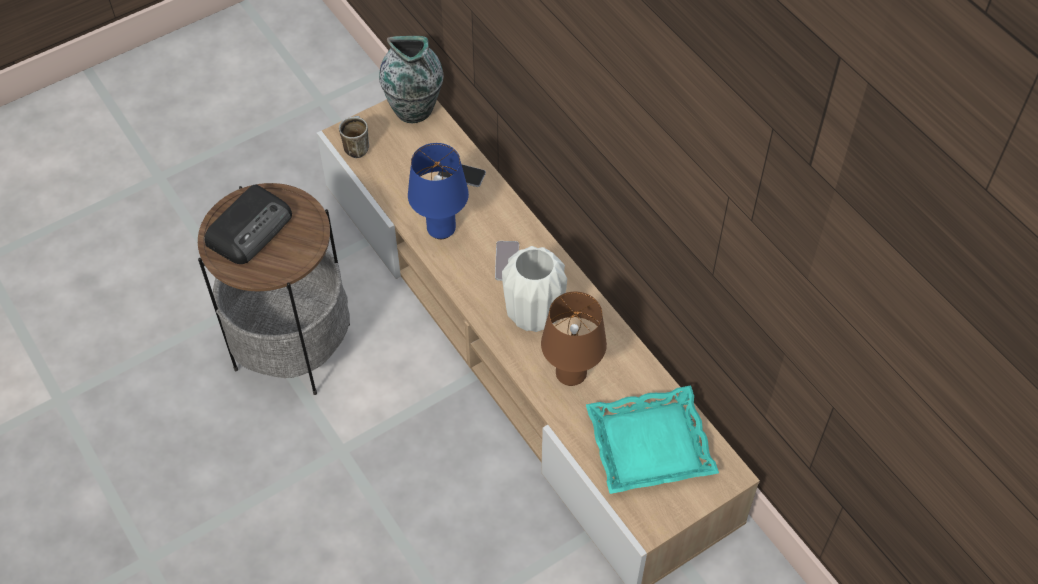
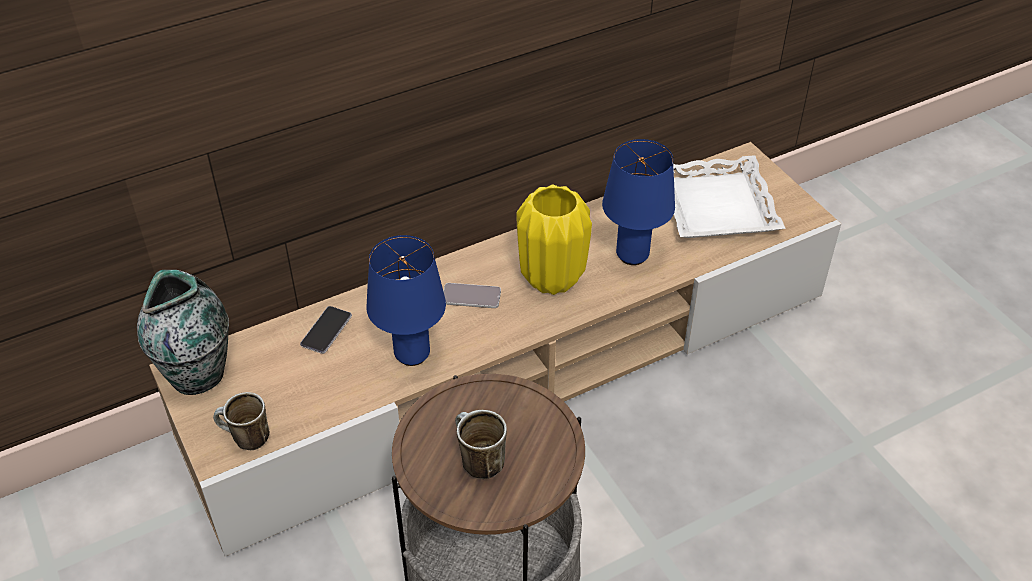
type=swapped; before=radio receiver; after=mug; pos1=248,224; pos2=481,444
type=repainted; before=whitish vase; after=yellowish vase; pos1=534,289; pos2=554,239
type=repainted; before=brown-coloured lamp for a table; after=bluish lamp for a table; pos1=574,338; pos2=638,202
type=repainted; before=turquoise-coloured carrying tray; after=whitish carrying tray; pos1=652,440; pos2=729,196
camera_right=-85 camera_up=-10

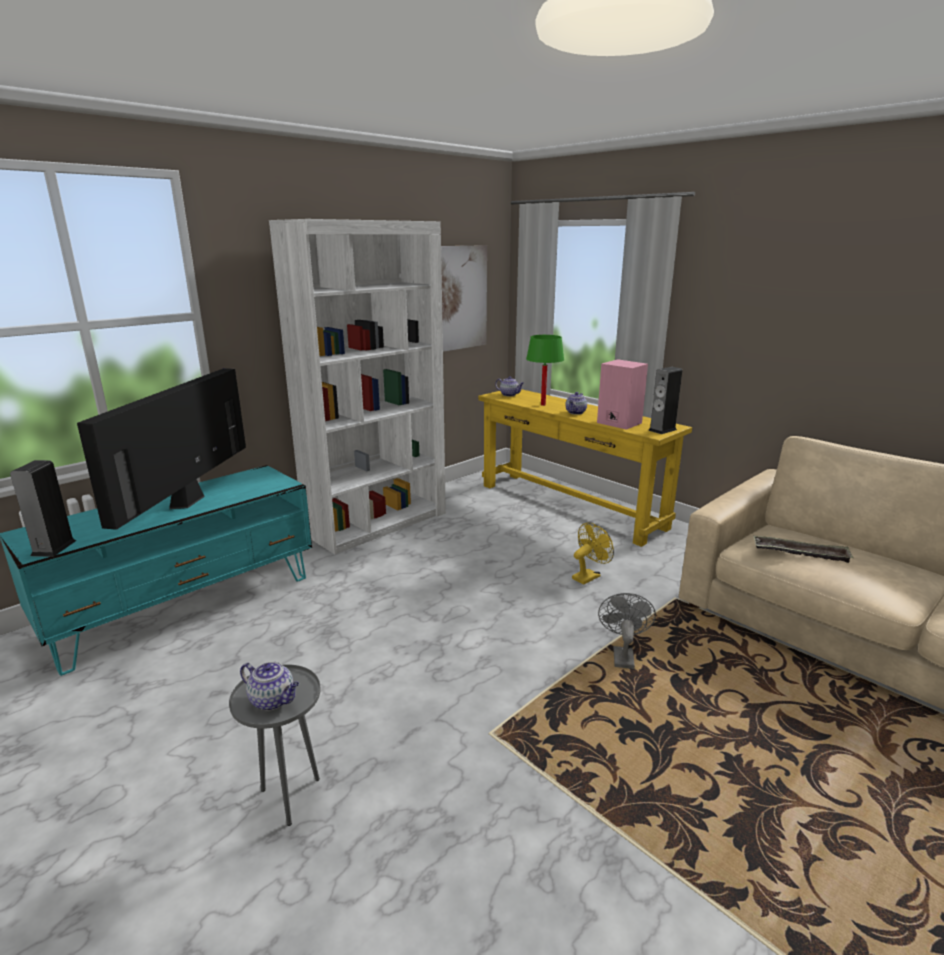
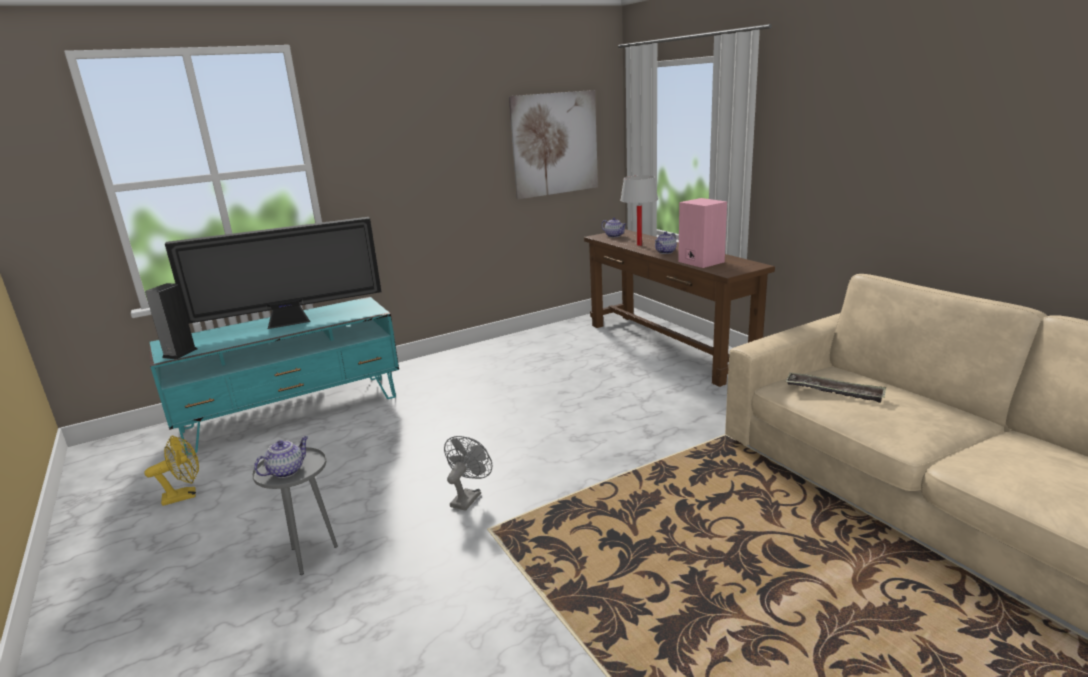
type=rotated; before=TV; pos1=161,449; pos2=273,273; turn=-135
type=rotated; before=pot for tea; pos1=269,686; pos2=281,457; turn=-90
type=gone; before=whitish shelving unit; pos1=357,386
type=repainted; before=yellowish console table; after=brown-coloured console table; pos1=585,468; pos2=679,308
type=repainted; before=green lamp for a table; after=whitish lamp for a table; pos1=545,370; pos2=639,210
type=shifted; before=yellowish electric fan; pos1=593,553; pos2=171,471
type=shifted; before=greyish electric fan; pos1=627,631; pos2=468,473
type=gone; before=loudspeaker; pos1=665,400
camera_right=15 camera_up=0

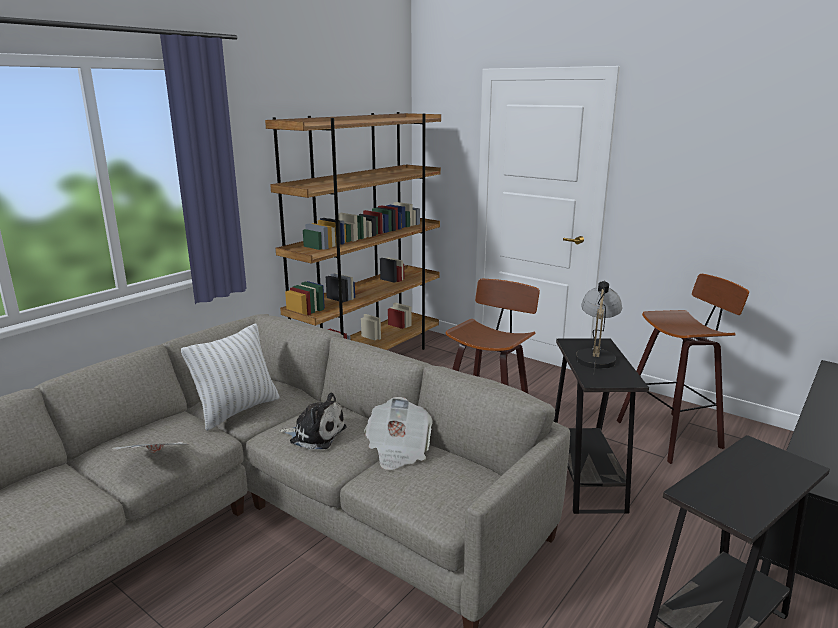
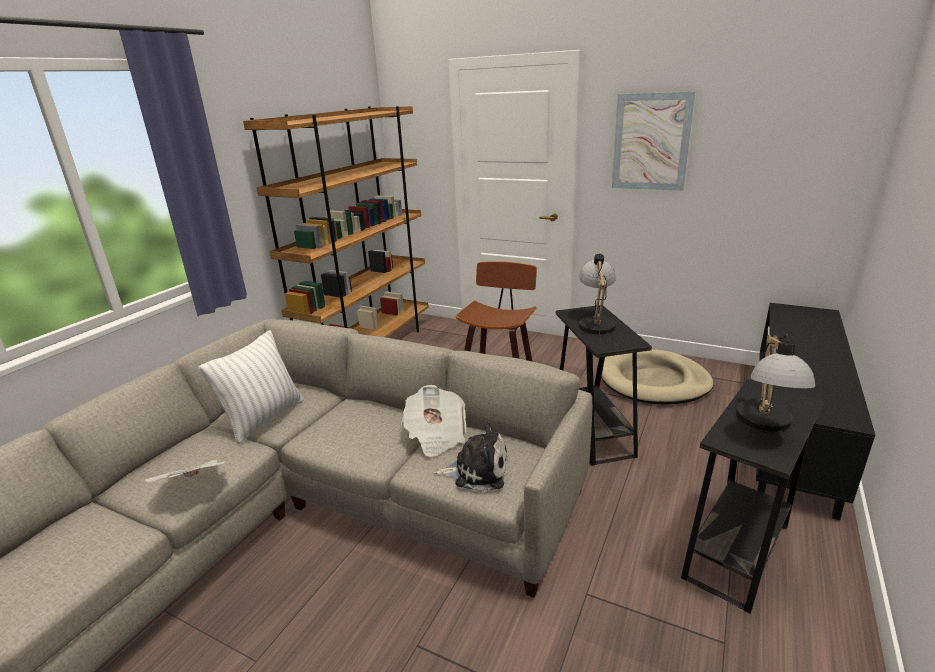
type=shifted; before=cuddly toy; pos1=312,421; pos2=470,456
type=swapped; before=stool seat; after=sand-coloured pet bed; pos1=683,369; pos2=657,376
type=new; after=wall art; pos2=653,141
type=new; after=lamp for a table; pos2=775,383
camera_right=-10 camera_up=5

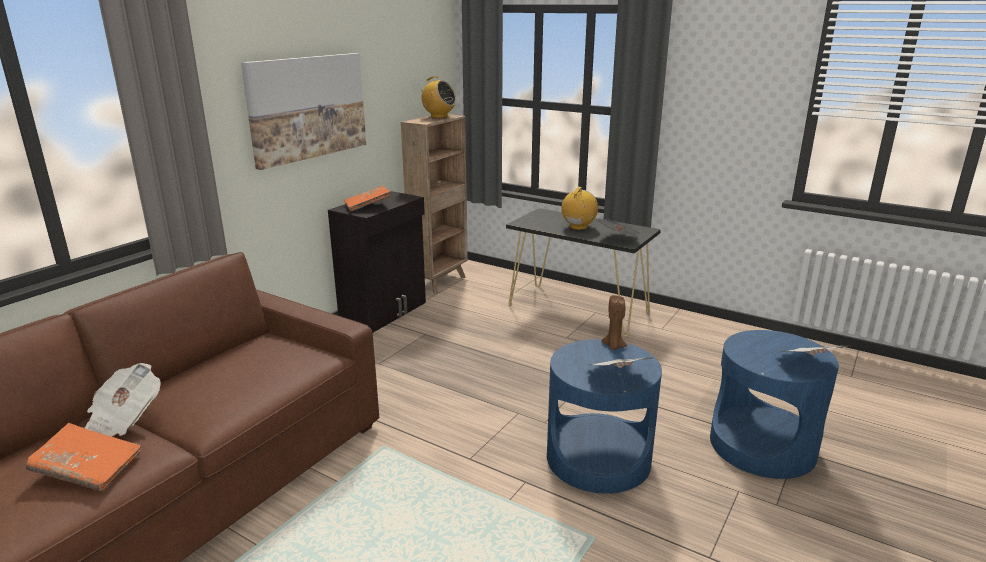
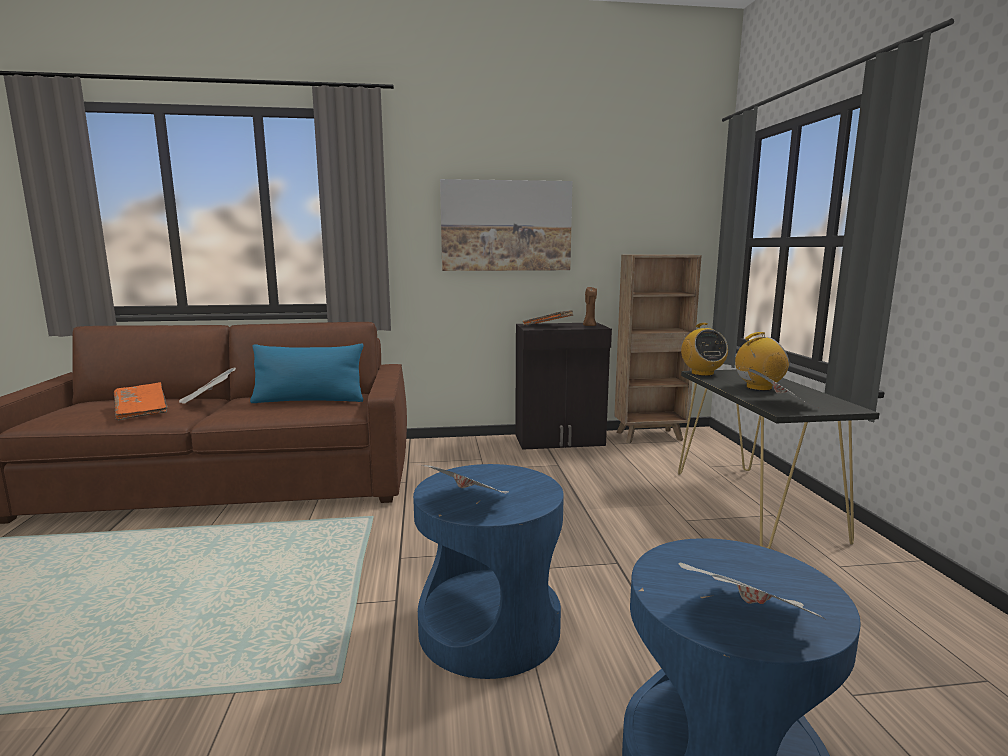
type=shifted; before=radio receiver; pos1=437,97; pos2=704,349
type=shifted; before=brown-coloured wax candle; pos1=614,322; pos2=590,306
type=new; after=bluish cushion; pos2=306,373
camera_right=50 camera_up=-10

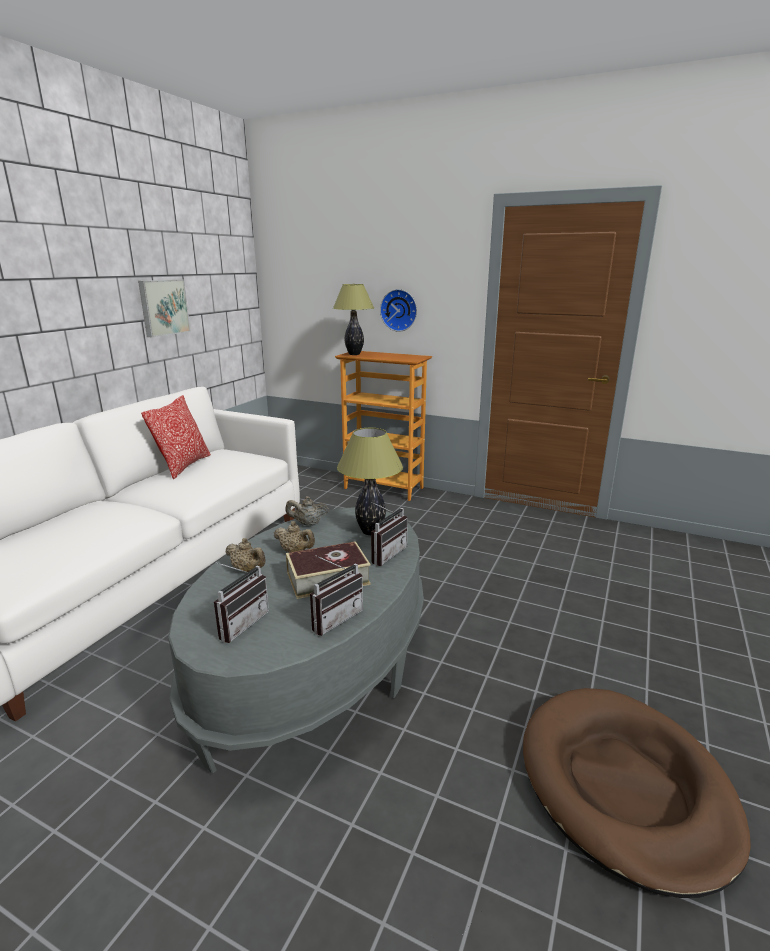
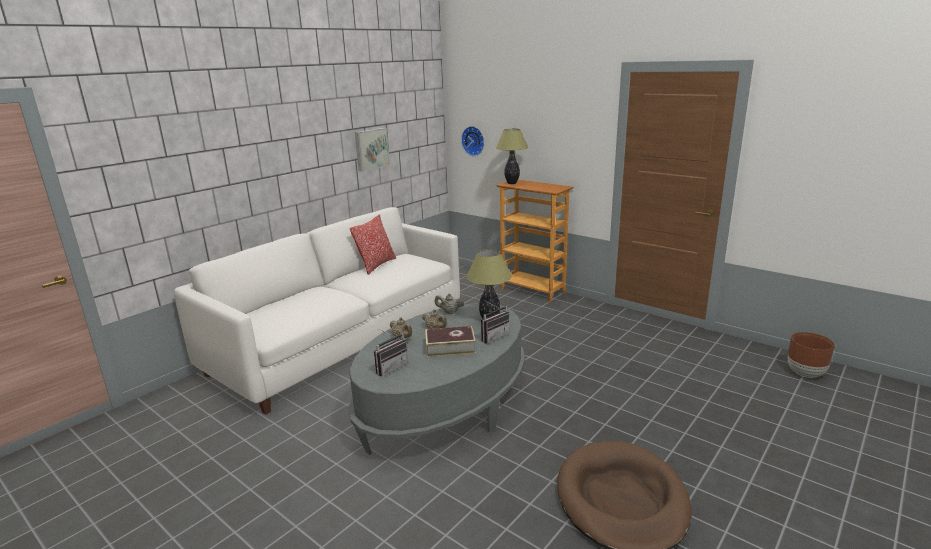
type=gone; before=radio receiver; pos1=336,596
type=shifted; before=wall clock; pos1=398,310; pos2=472,141
type=new; after=brown-coloured flower pot; pos2=811,355
camera_right=15 camera_up=0

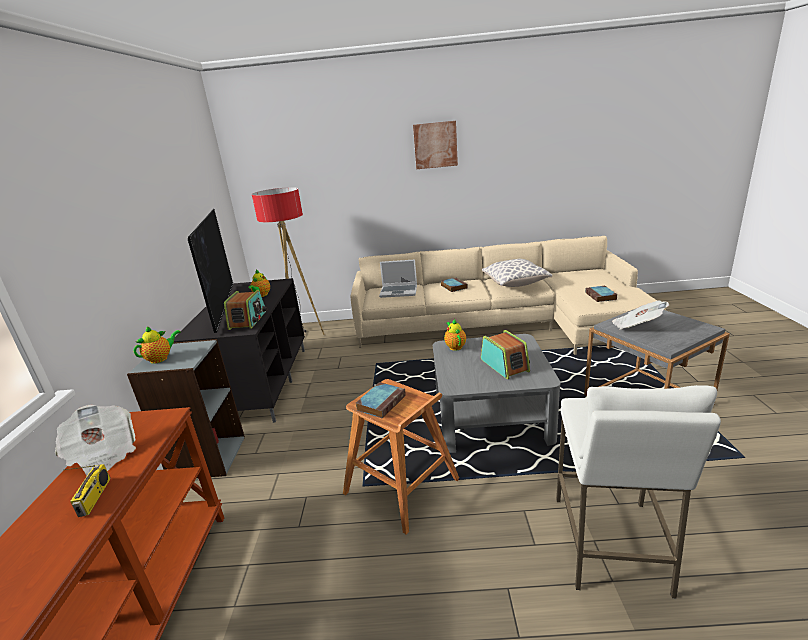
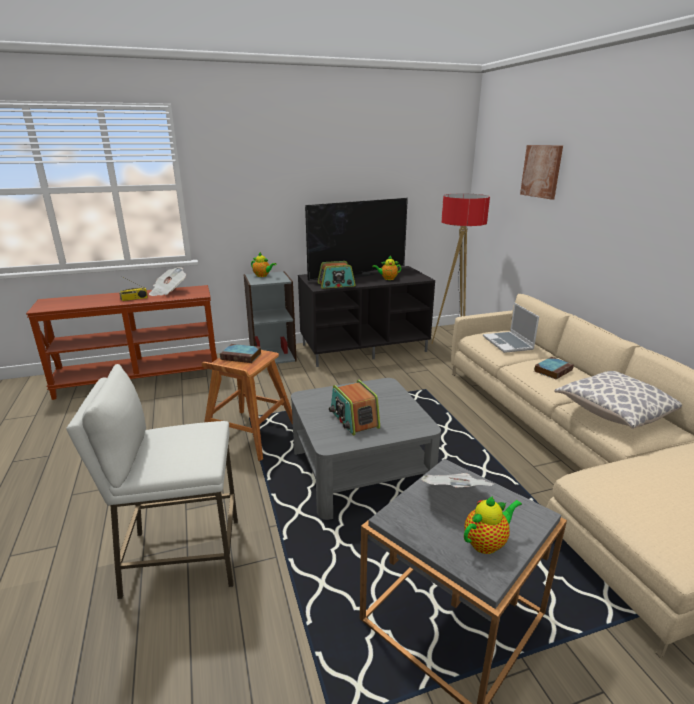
type=shifted; before=wall art; pos1=435,145; pos2=541,172
type=shifted; before=pot for tea; pos1=455,335; pos2=493,525
type=rotated; before=radio receiver; pos1=505,354; pos2=354,408; turn=105
type=gone; before=bound book; pos1=601,294
camera_right=70 camera_up=0

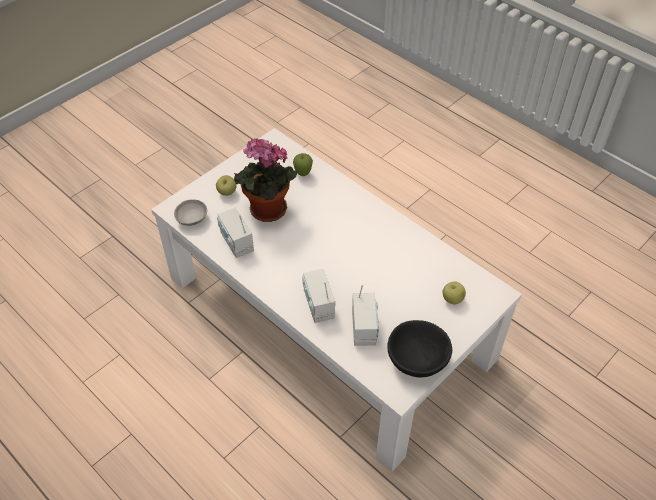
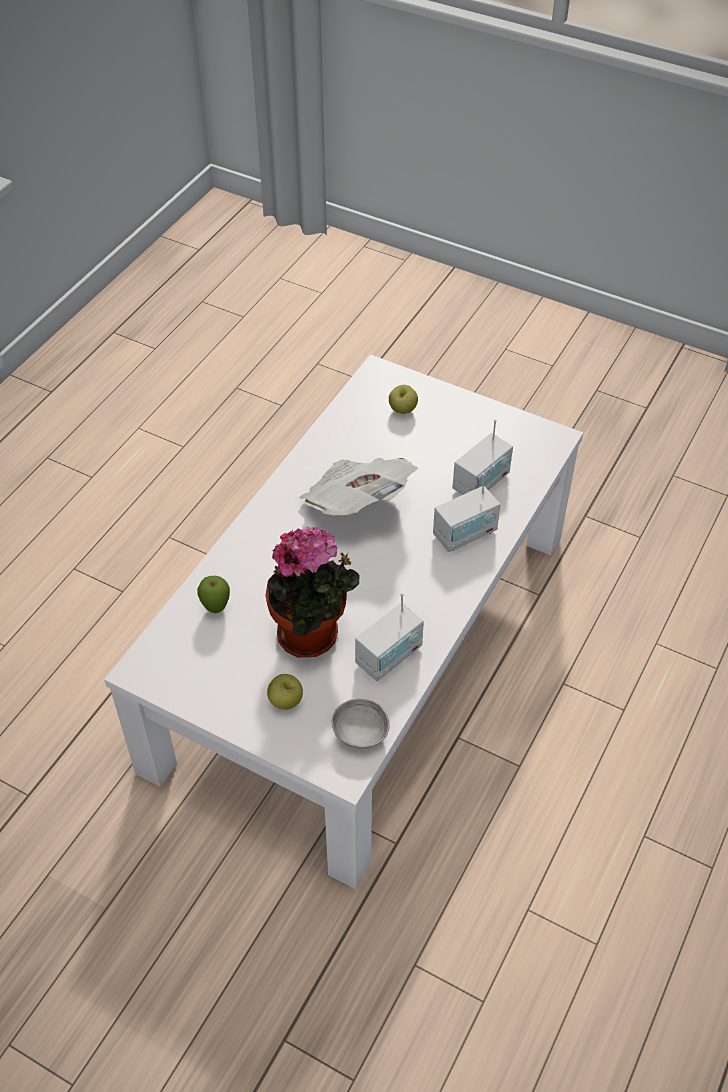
type=rotated; before=radio receiver; pos1=365,315; pos2=482,457; turn=150
type=gone; before=black-coloured deep dish; pos1=419,348
type=new; after=daily paper; pos2=358,486
camera_right=-105 camera_up=0

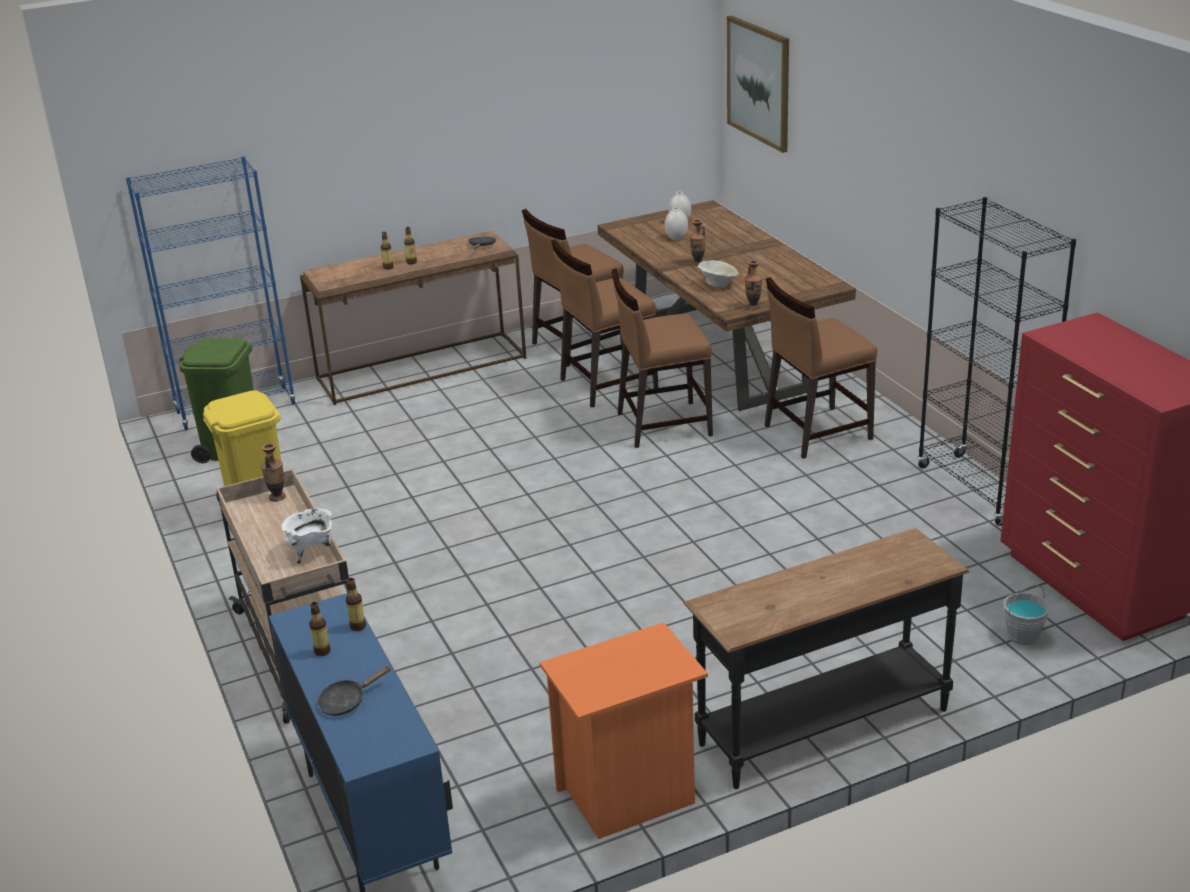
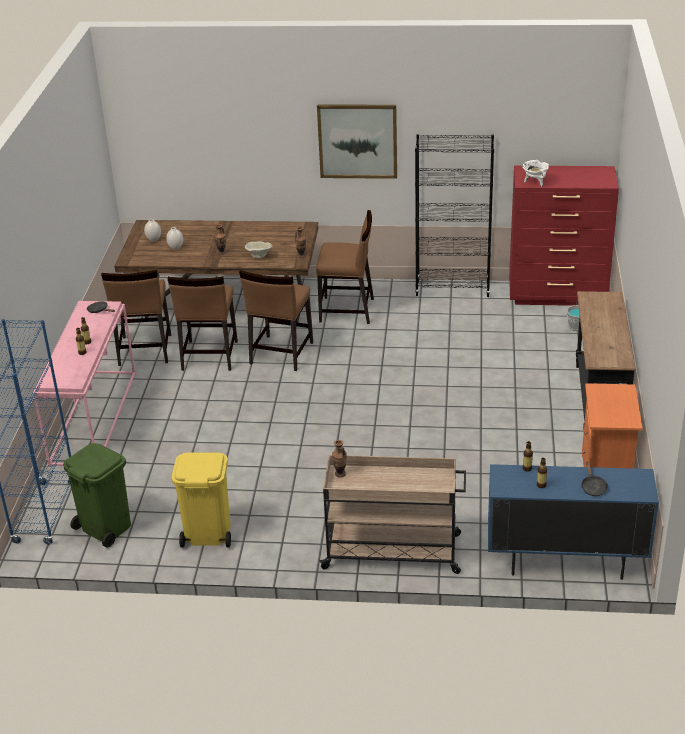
type=shifted; before=whitish stockpot; pos1=307,536; pos2=535,173
type=repainted; before=brown-coloured console table; after=pink-coloured console table; pos1=413,318; pos2=84,384
type=shifted; before=wall art; pos1=758,84; pos2=357,142
type=rotated; before=brown-coloured upright chair; pos1=820,368; pos2=345,267; turn=-90
camera_right=-60 camera_up=5

